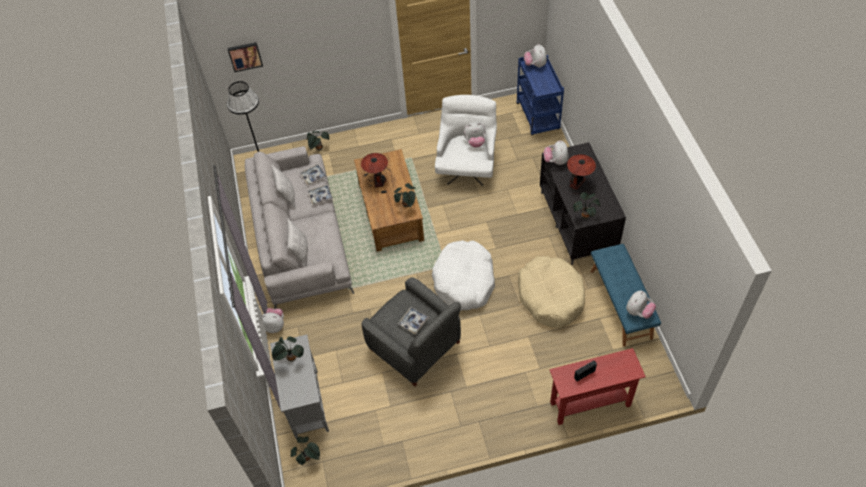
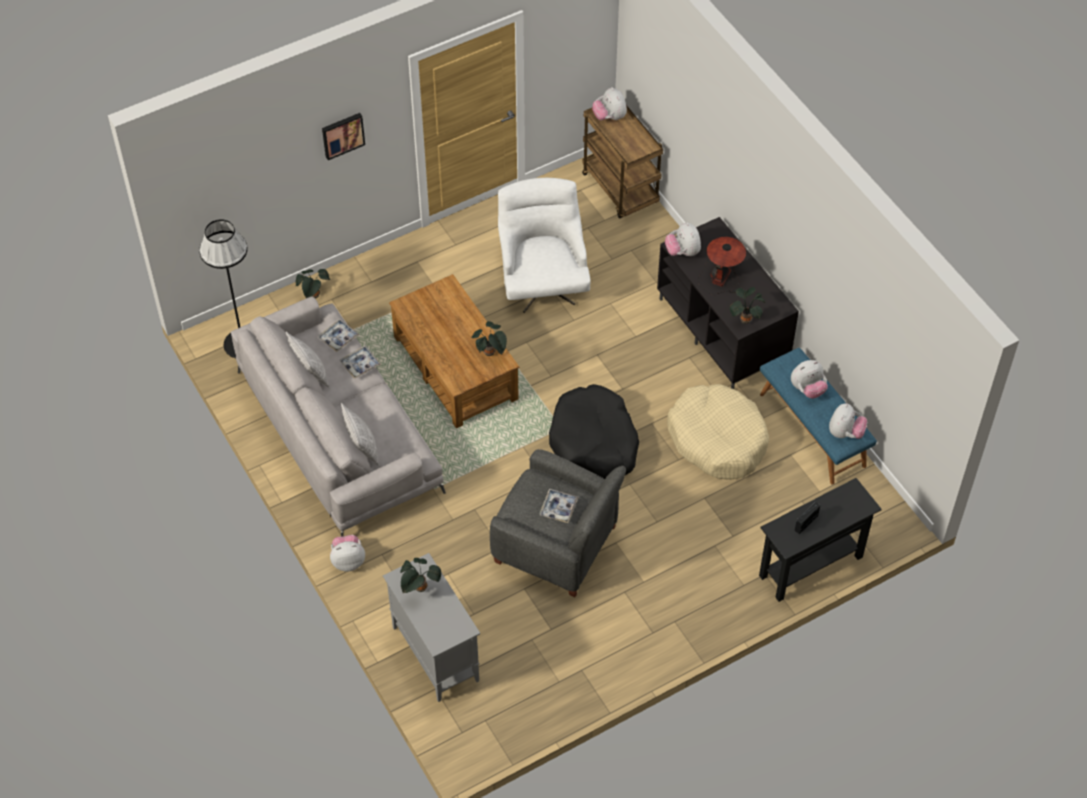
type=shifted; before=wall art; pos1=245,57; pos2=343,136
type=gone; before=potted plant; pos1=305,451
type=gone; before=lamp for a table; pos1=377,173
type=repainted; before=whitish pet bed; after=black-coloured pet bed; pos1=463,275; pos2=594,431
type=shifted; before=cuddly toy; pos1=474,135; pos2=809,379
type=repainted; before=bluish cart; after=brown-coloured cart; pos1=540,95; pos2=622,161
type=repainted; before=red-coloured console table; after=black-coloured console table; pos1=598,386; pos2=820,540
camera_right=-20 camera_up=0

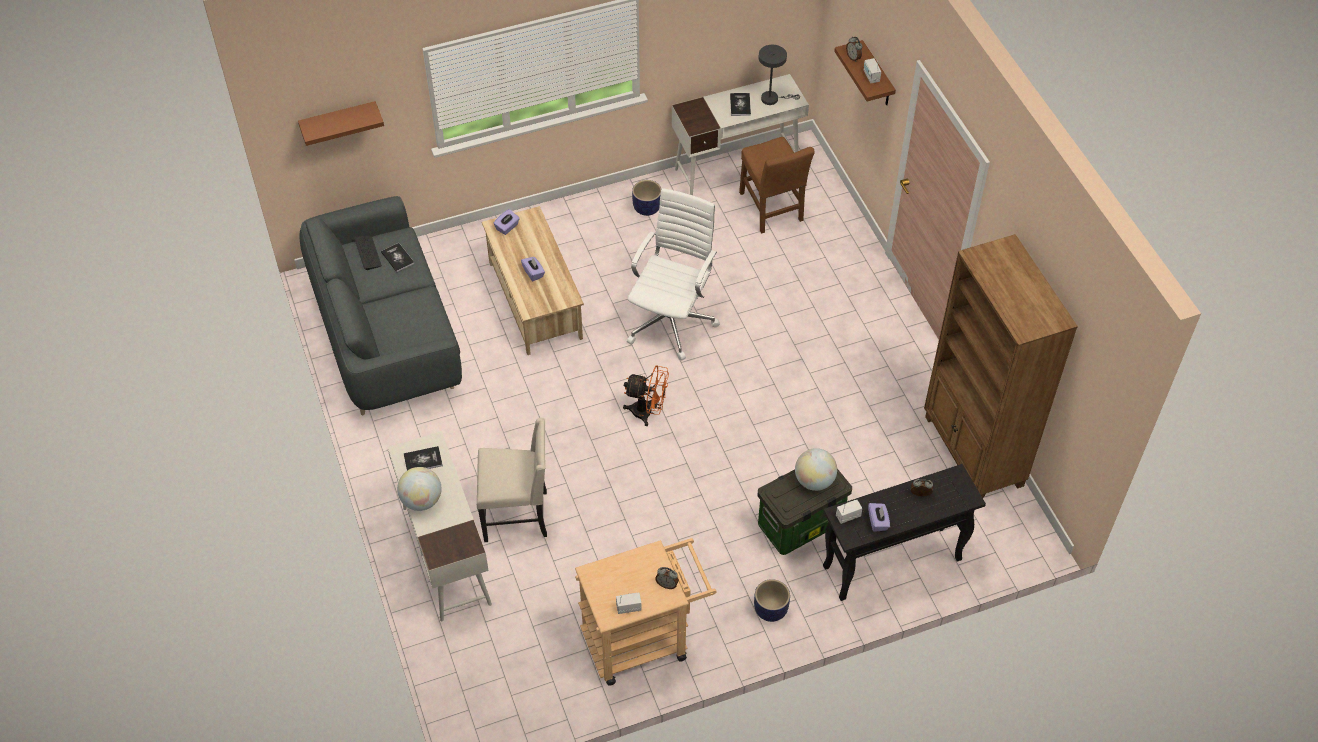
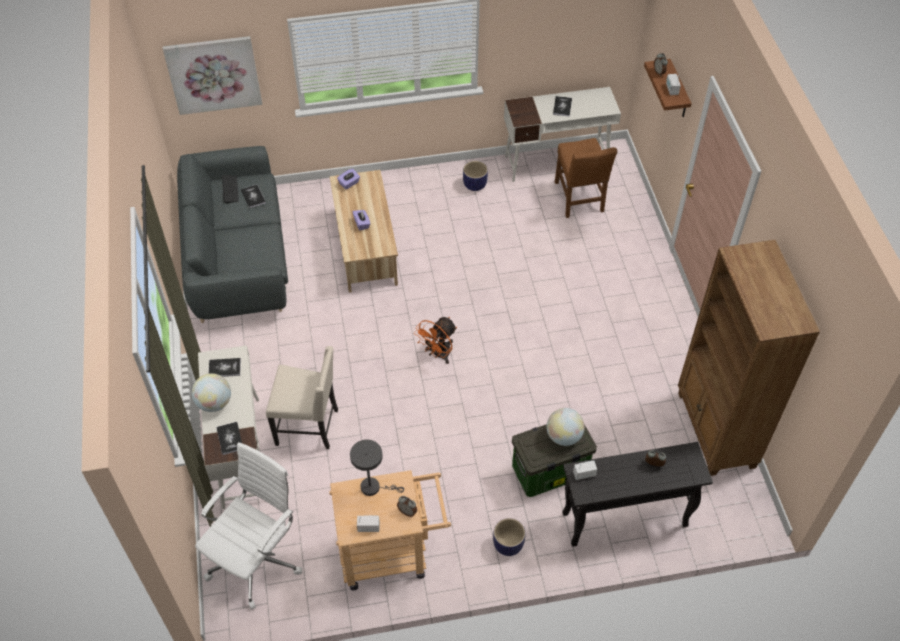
type=swapped; before=brown-coloured wall shelf; after=wall art; pos1=341,123; pos2=212,75
type=rotated; before=orange-coloured electric fan; pos1=646,395; pos2=435,340; turn=105
type=shifted; before=whitish desk chair; pos1=673,274; pos2=248,526
type=shifted; before=greyish lamp for a table; pos1=779,75; pos2=377,468
type=gone; before=purple box of tissues; pos1=879,517
type=new; after=bound book; pos2=229,438
camera_right=10 camera_up=0

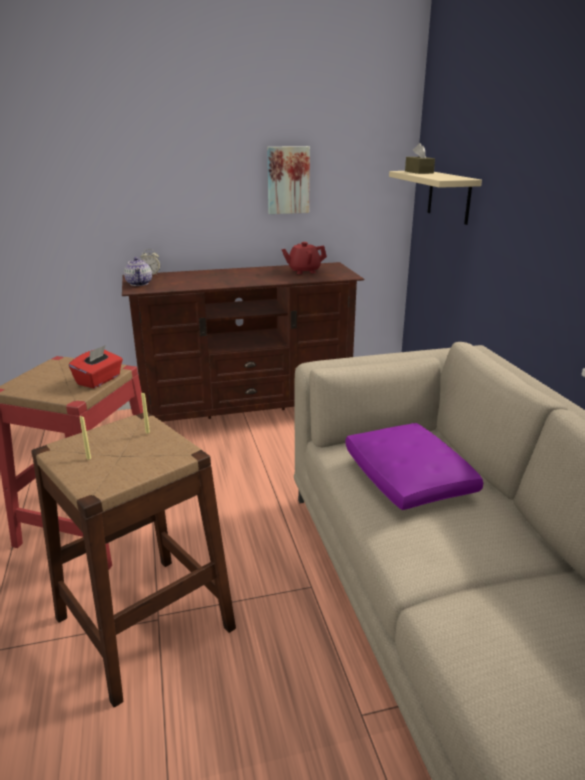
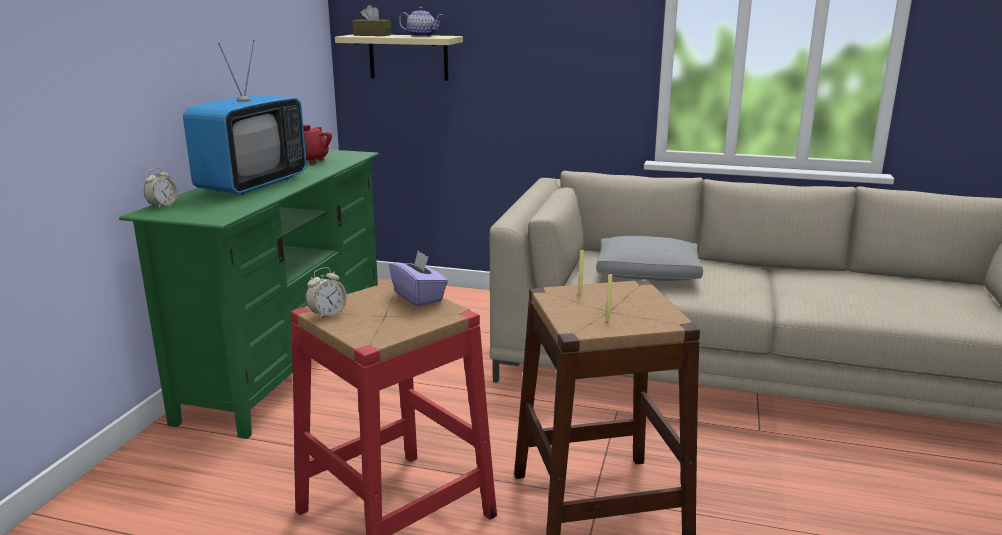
type=repainted; before=red-coloured box of tissues; after=purple box of tissues; pos1=96,366; pos2=418,278
type=repainted; before=brown-coloured tv stand; after=green tv stand; pos1=243,342; pos2=249,294
type=shifted; before=pot for tea; pos1=138,271; pos2=421,22
type=gone; before=wall art; pos1=288,180
type=repainted; before=purple cushion; after=greyish cushion; pos1=414,466; pos2=649,258
type=new; after=TV; pos2=245,117
type=new; after=alarm clock; pos2=326,293
camera_right=-60 camera_up=-5

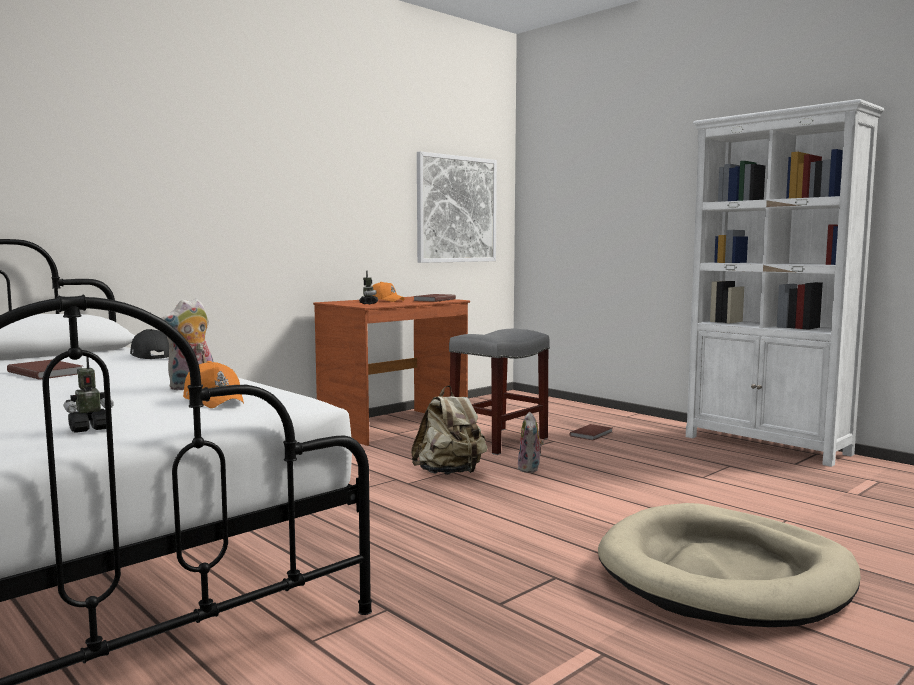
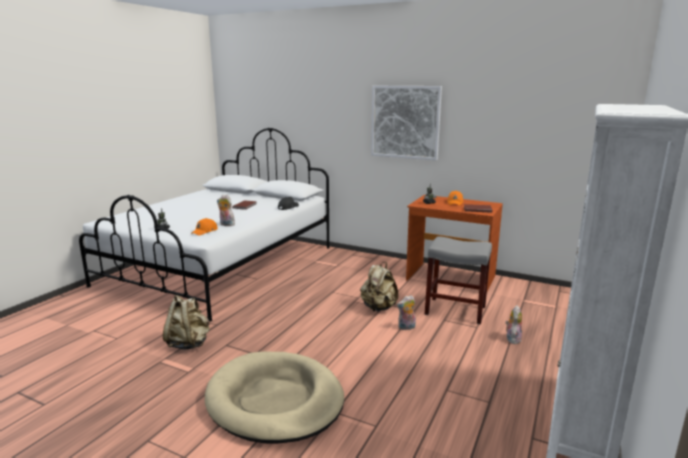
type=shifted; before=wall art; pos1=457,207; pos2=406,123
type=swapped; before=brown-coloured bound book; after=cuddly toy; pos1=591,432; pos2=513,324
type=new; after=sand-coloured knapsack; pos2=186,322
camera_right=70 camera_up=10

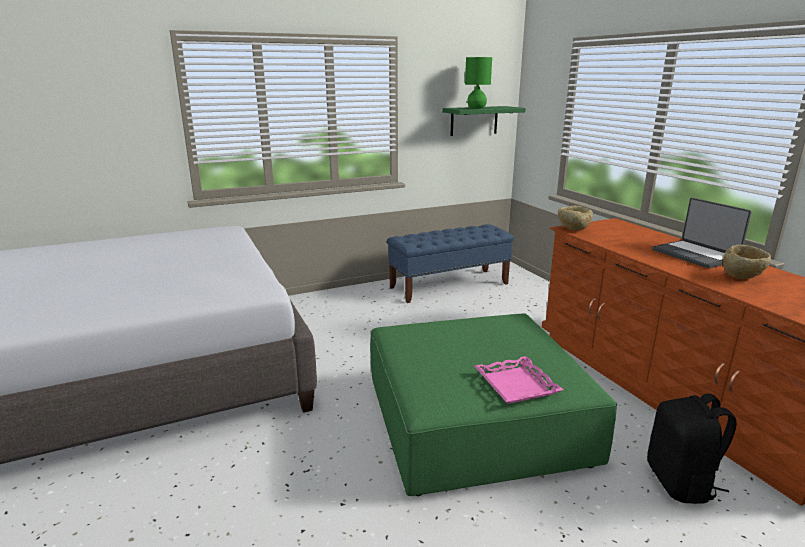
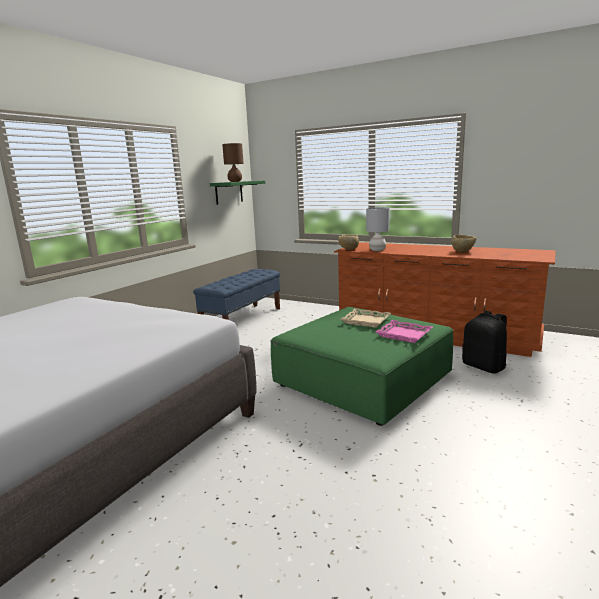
type=repainted; before=green lamp for a table; after=brown-coloured lamp for a table; pos1=478,83; pos2=233,162
type=gone; before=laptop; pos1=702,233
type=new; after=sand-coloured carrying tray; pos2=365,318
type=new; after=greyish lamp for a table; pos2=378,229
camera_right=-35 camera_up=-5

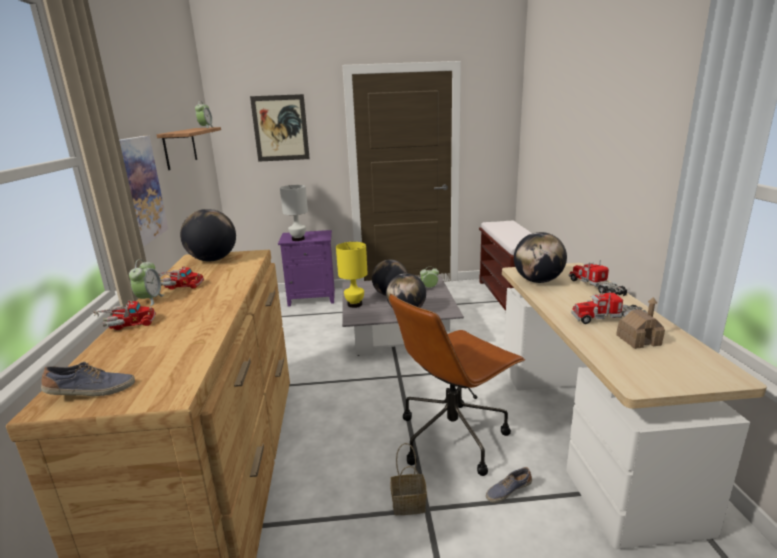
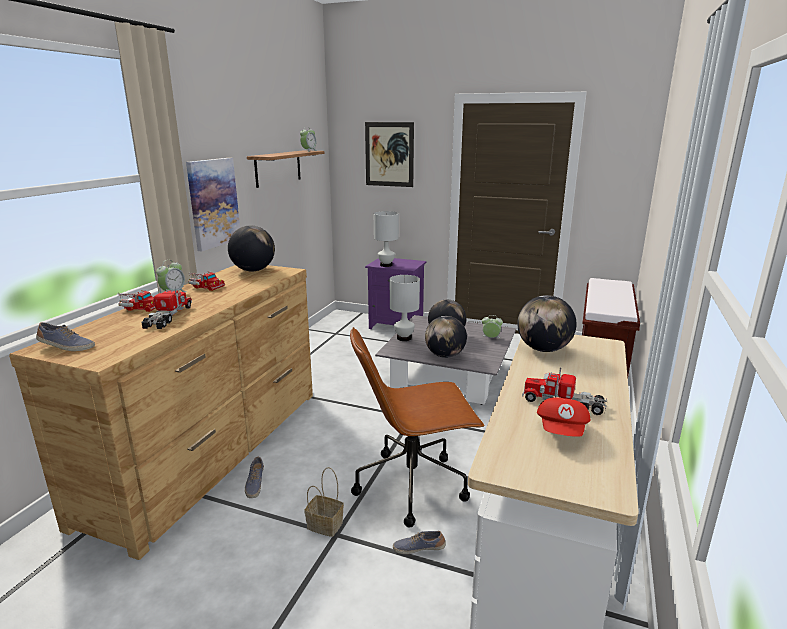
type=repainted; before=yellowish lamp for a table; after=whitish lamp for a table; pos1=352,275; pos2=405,308
type=shifted; before=toy truck; pos1=598,278; pos2=167,308
type=swapped; before=miniature house; after=red-coloured peaked cap; pos1=640,323; pos2=564,417
type=new; after=low shoe; pos2=254,477
camera_right=25 camera_up=0

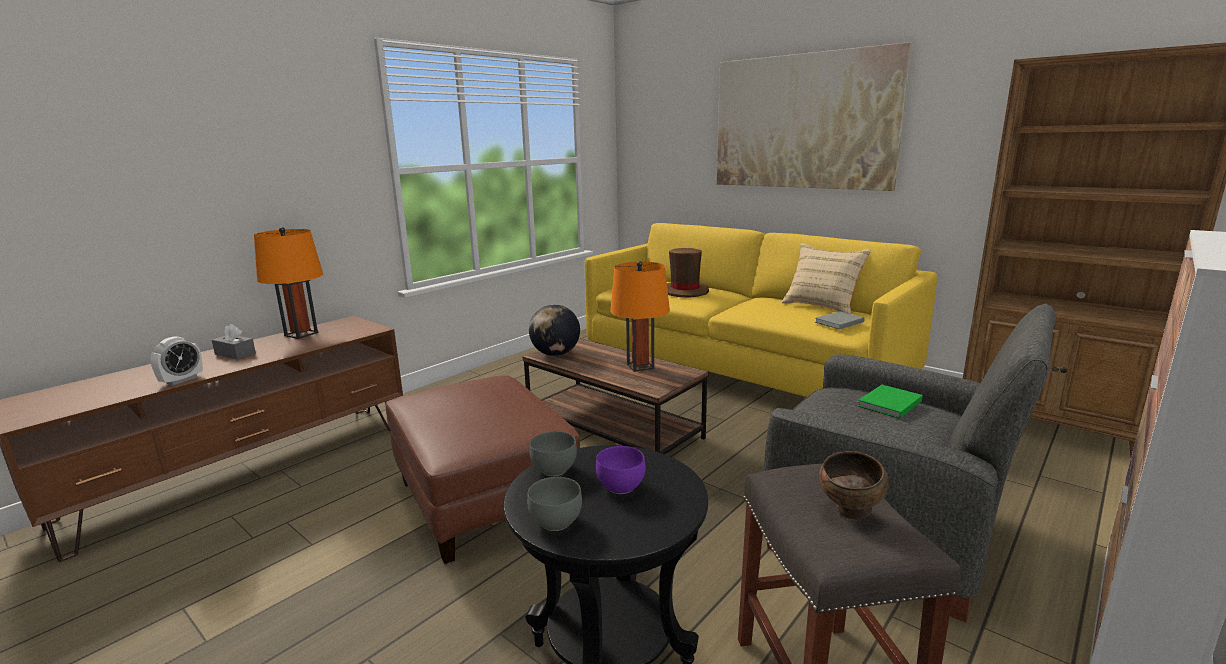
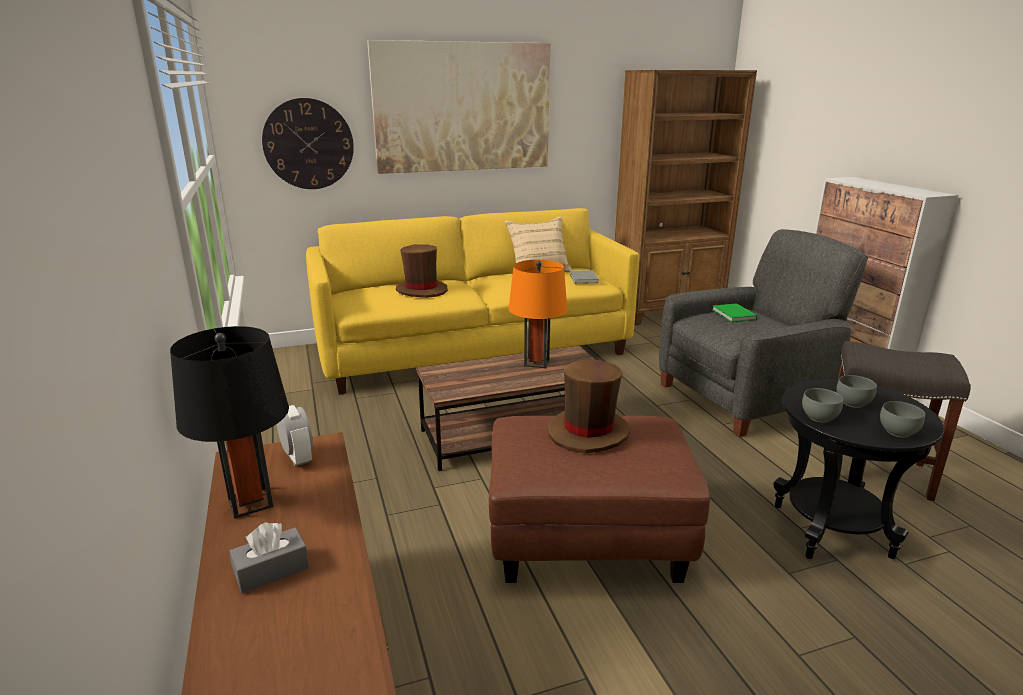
type=shifted; before=alarm clock; pos1=176,360; pos2=295,436
type=repainted; before=orange-coloured lamp for a table; after=black-coloured lamp for a table; pos1=288,283; pos2=229,422
type=gone; before=world globe; pos1=554,330
type=repainted; before=purple deep dish; after=greyish deep dish; pos1=620,470; pos2=857,391
type=gone; before=brown-coloured deep dish; pos1=854,485
type=new; after=wall clock; pos2=308,143
type=new; after=brown-coloured wearable hat; pos2=589,406
camera_right=-60 camera_up=5

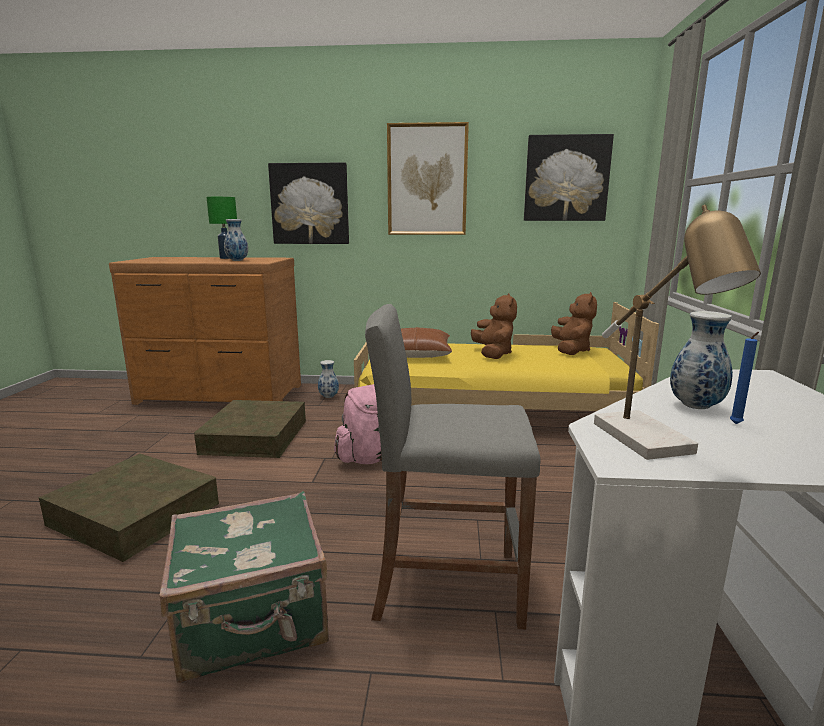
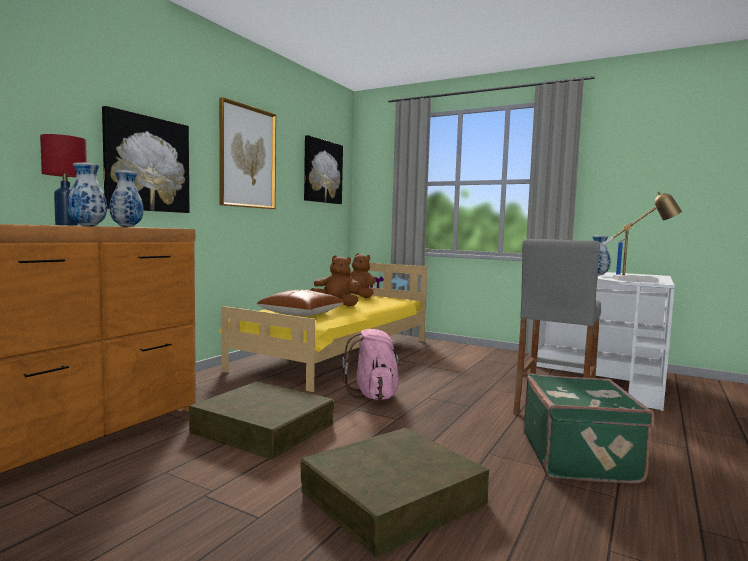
type=repainted; before=green lamp for a table; after=red-coloured lamp for a table; pos1=222,228; pos2=63,180
type=shifted; before=vase; pos1=328,379; pos2=87,194
camera_right=-65 camera_up=-10

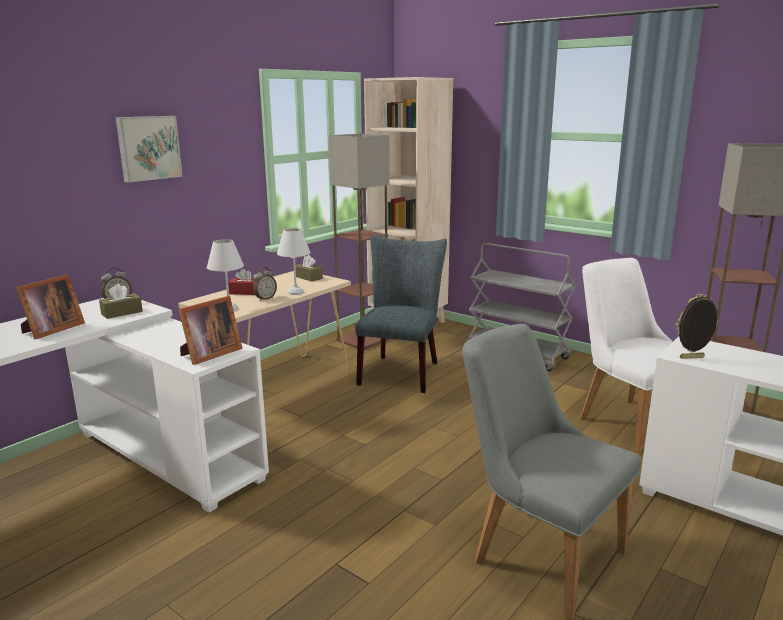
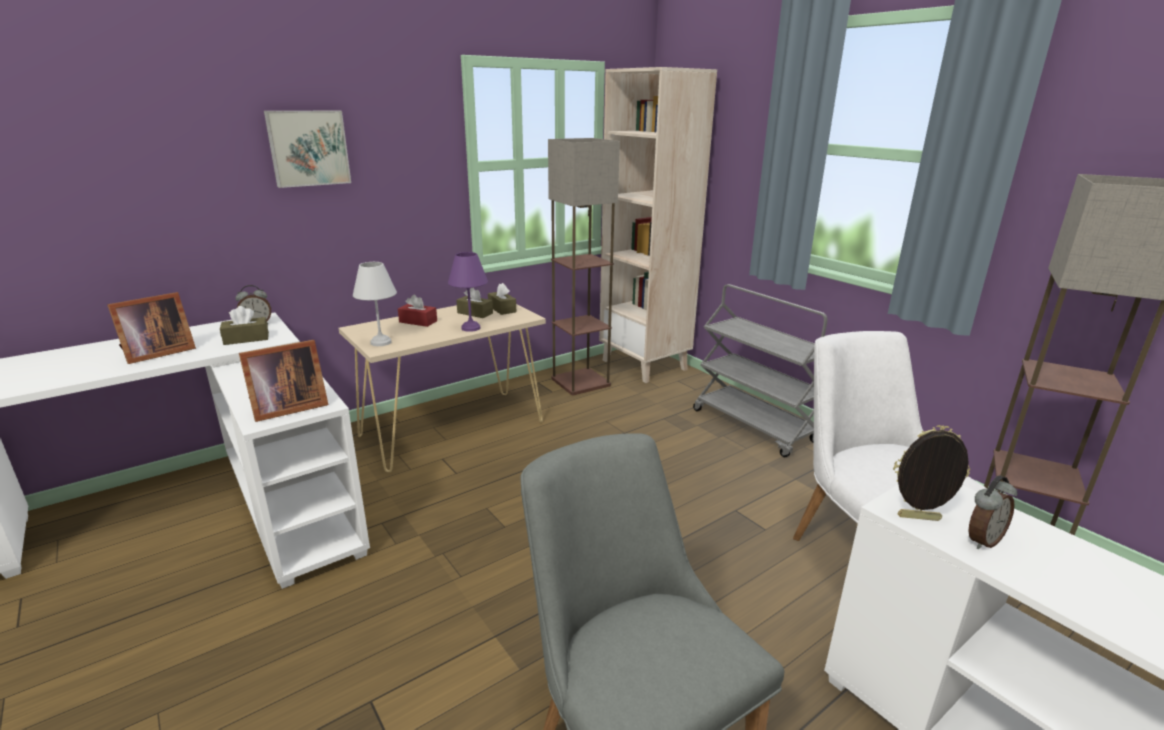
type=shifted; before=alarm clock; pos1=265,284; pos2=992,512
type=repainted; before=whitish lamp for a table; after=purple lamp for a table; pos1=293,261; pos2=468,292
type=gone; before=greyish upright chair; pos1=401,314
type=new; after=brown-coloured box of tissues; pos2=474,303
camera_right=15 camera_up=5

